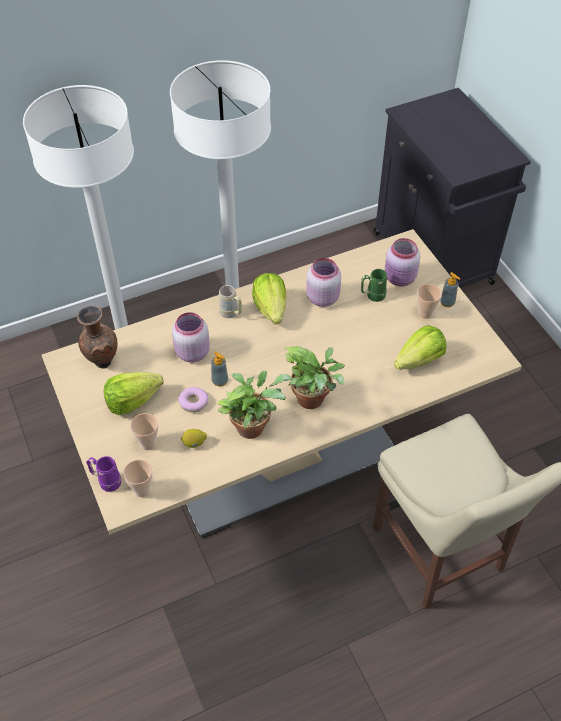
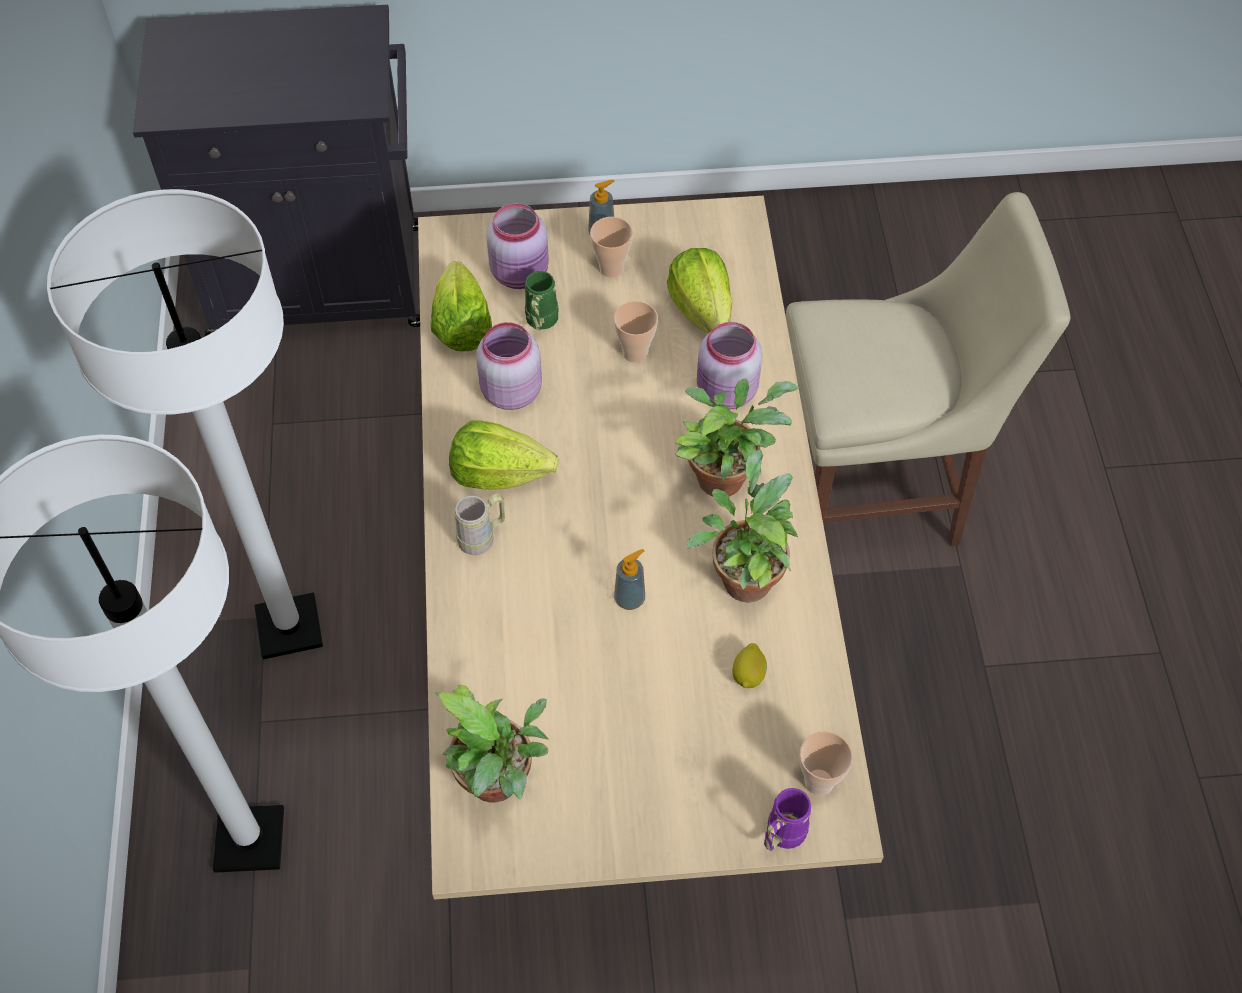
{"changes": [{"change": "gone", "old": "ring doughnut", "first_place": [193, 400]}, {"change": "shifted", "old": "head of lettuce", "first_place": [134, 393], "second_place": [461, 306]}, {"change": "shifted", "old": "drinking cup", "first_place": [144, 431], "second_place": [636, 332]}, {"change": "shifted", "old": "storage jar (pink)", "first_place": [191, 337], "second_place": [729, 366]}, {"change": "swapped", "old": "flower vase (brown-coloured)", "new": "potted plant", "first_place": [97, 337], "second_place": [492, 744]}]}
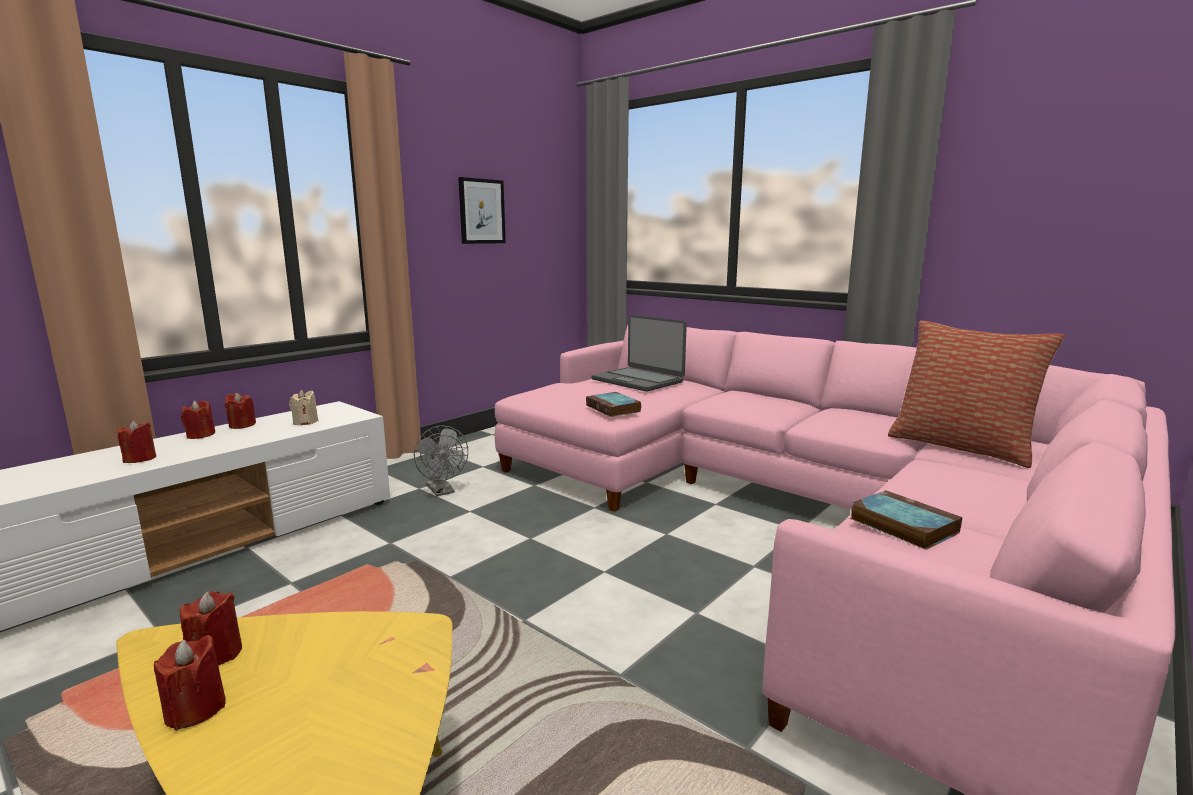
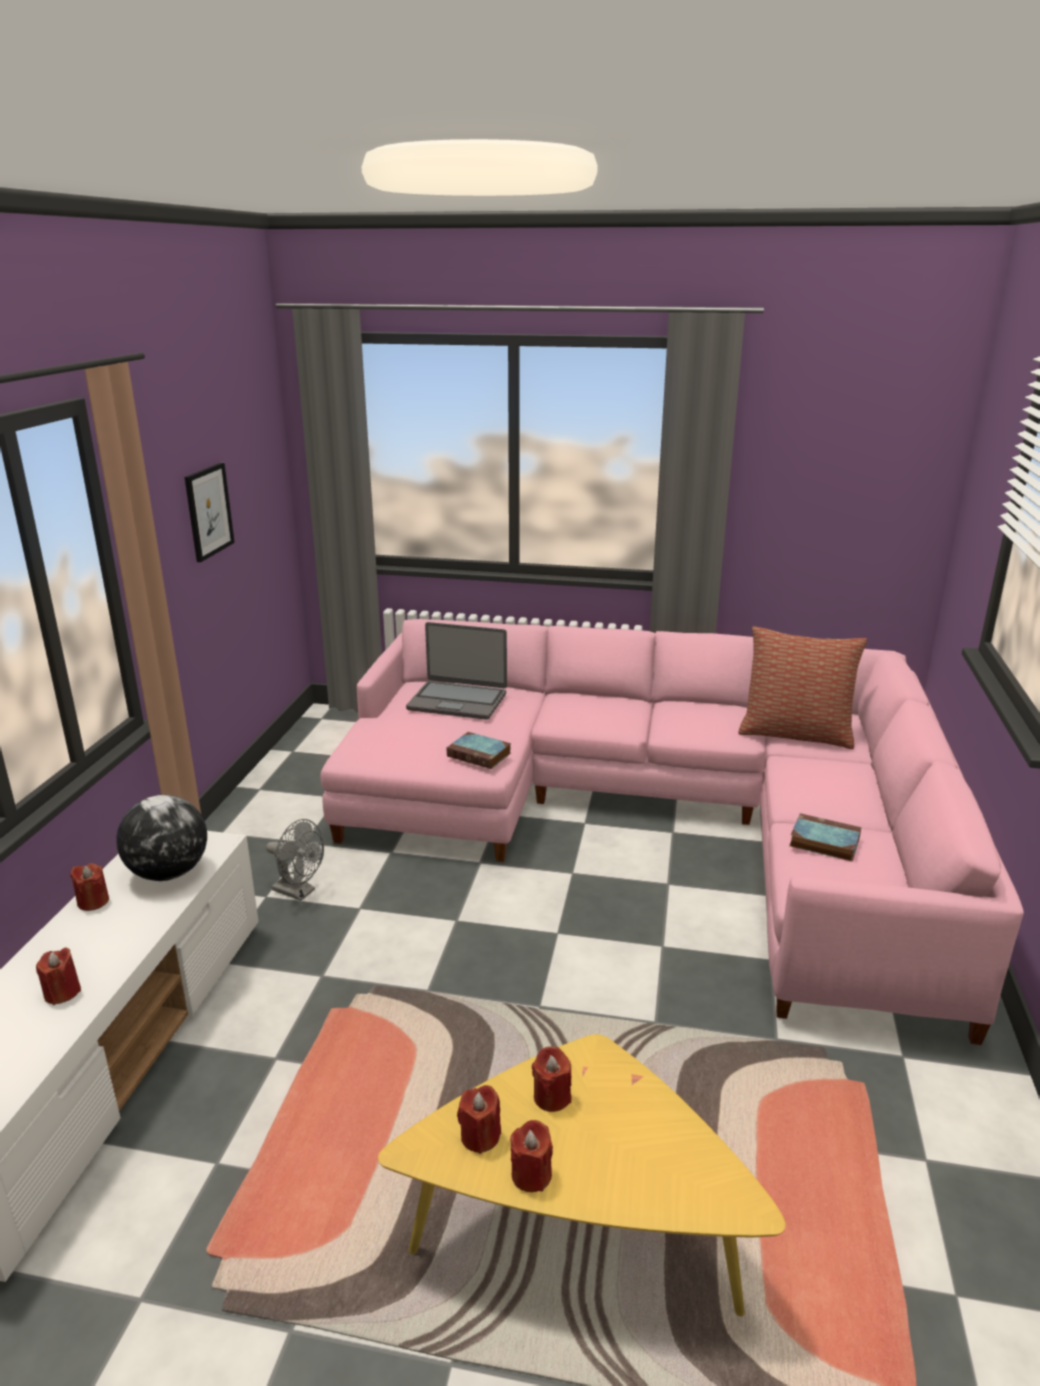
{"changes": [{"change": "shifted", "old": "wax light (red-coloured)", "first_place": [198, 420], "second_place": [552, 1079]}, {"change": "swapped", "old": "wax light (beige)", "new": "world globe", "first_place": [303, 408], "second_place": [161, 838]}]}
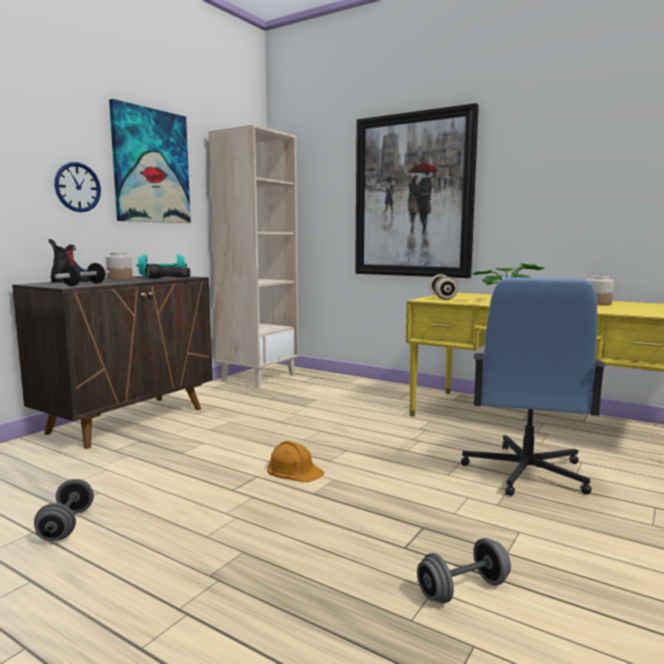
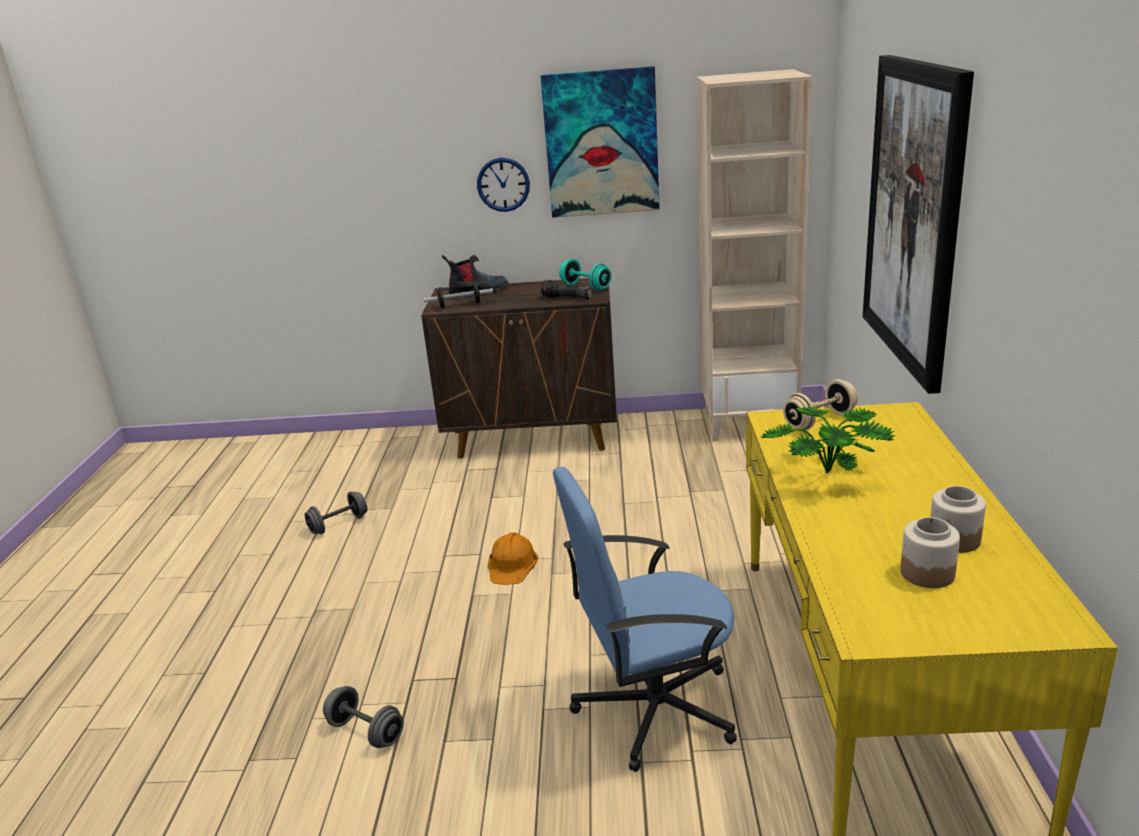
{"changes": [{"change": "shifted", "old": "storage jar", "first_place": [119, 266], "second_place": [930, 552]}]}
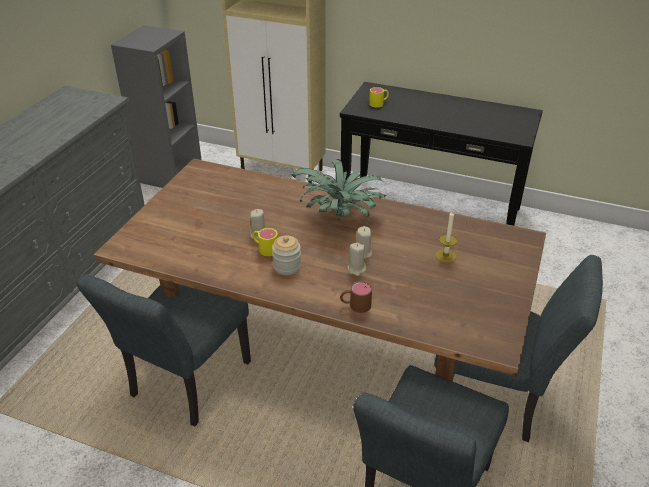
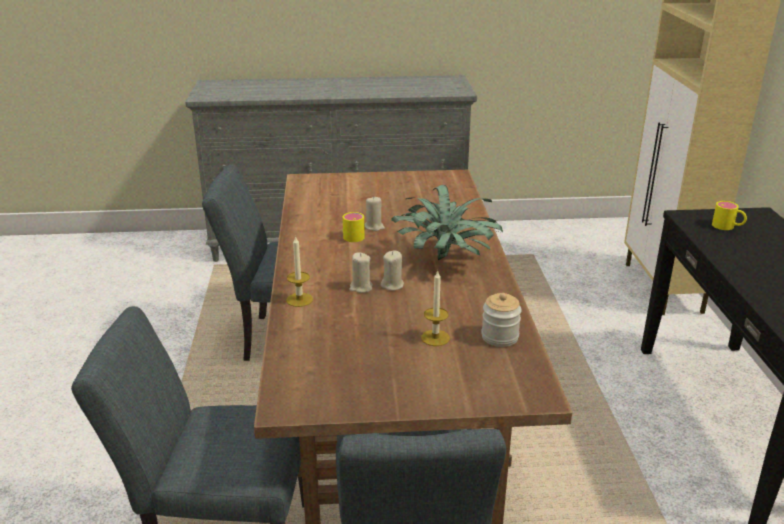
{"changes": [{"change": "gone", "old": "shelving unit (grey)", "first_place": [156, 106]}, {"change": "shifted", "old": "storage jar", "first_place": [286, 255], "second_place": [501, 320]}, {"change": "swapped", "old": "mug (brown-coloured)", "new": "wax light", "first_place": [356, 297], "second_place": [299, 271]}]}
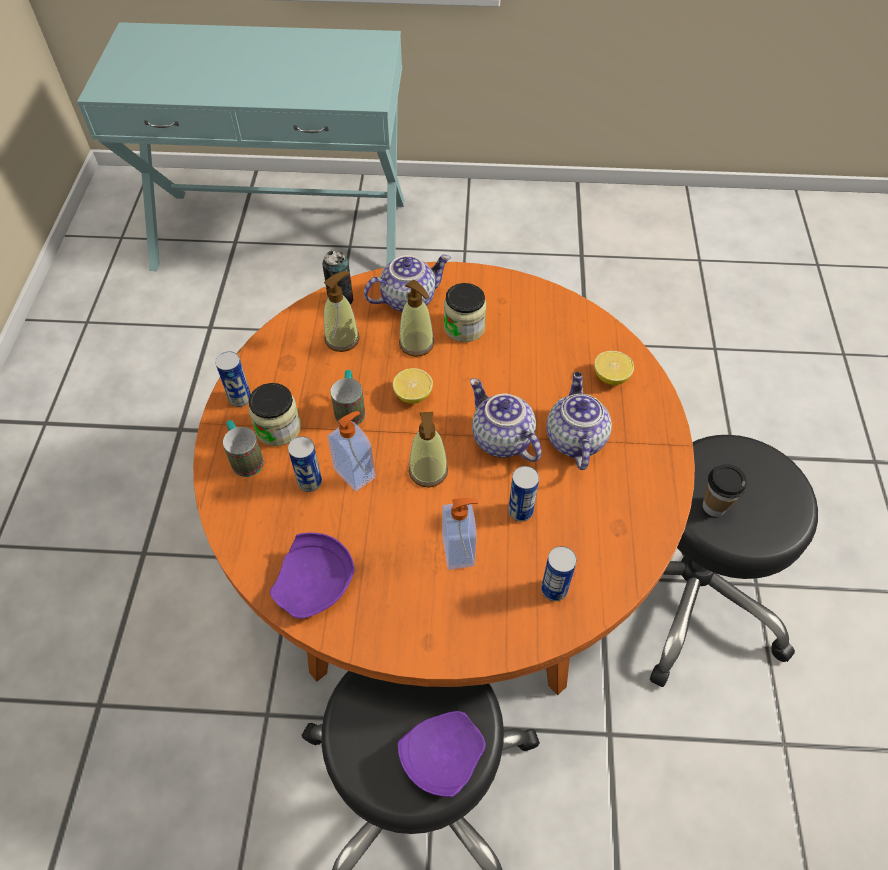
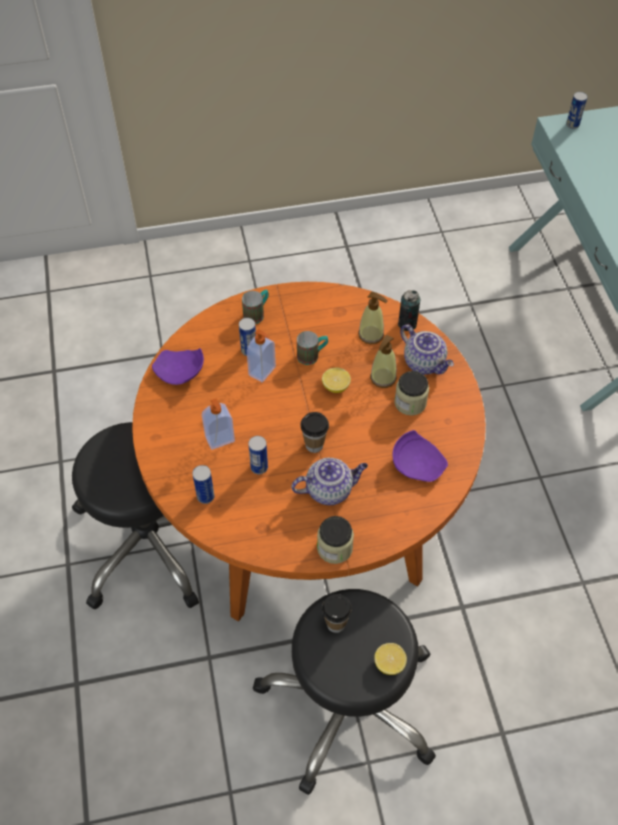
{"changes": [{"change": "gone", "old": "soap bottle", "first_place": [428, 450]}, {"change": "shifted", "old": "can", "first_place": [233, 379], "second_place": [577, 110]}, {"change": "shifted", "old": "storage jar", "first_place": [274, 414], "second_place": [335, 540]}, {"change": "shifted", "old": "flat dish (purplish)", "first_place": [441, 754], "second_place": [420, 456]}, {"change": "shifted", "old": "lemon", "first_place": [614, 368], "second_place": [390, 659]}, {"change": "swapped", "old": "teapot", "new": "drinking cup", "first_place": [506, 420], "second_place": [314, 432]}]}
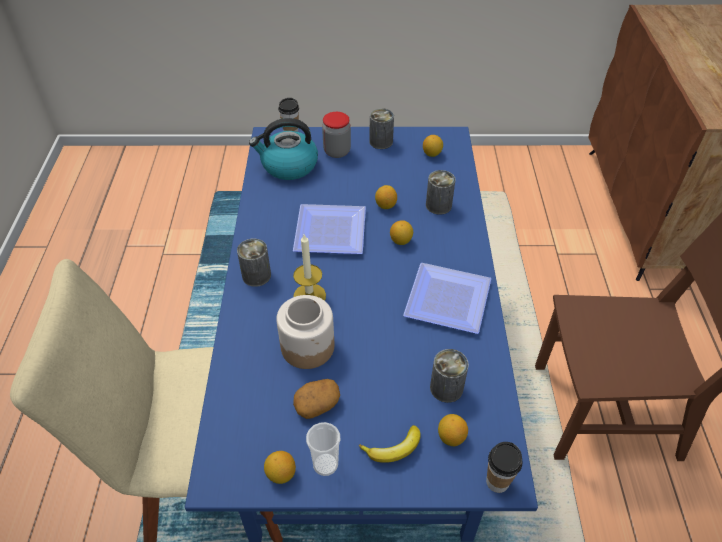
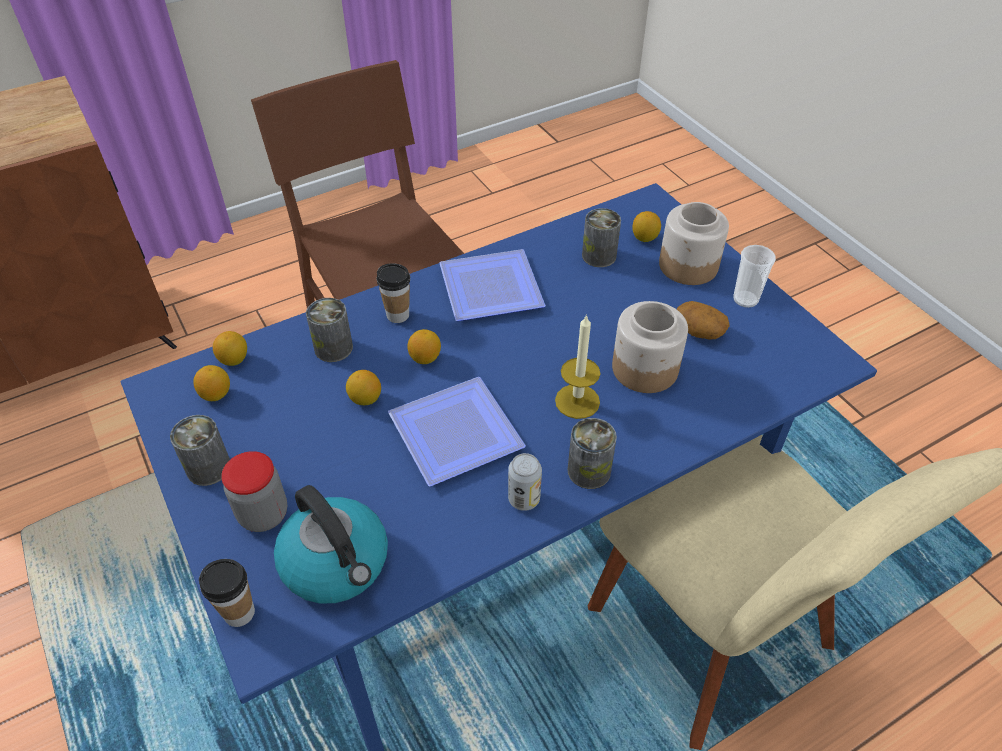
{"changes": [{"change": "new", "new": "can", "second_place": [525, 482]}, {"change": "shifted", "old": "lemon", "first_place": [280, 467], "second_place": [230, 348]}, {"change": "shifted", "old": "drinking cup", "first_place": [504, 467], "second_place": [393, 293]}, {"change": "swapped", "old": "banana", "new": "storage jar", "first_place": [390, 444], "second_place": [694, 243]}]}
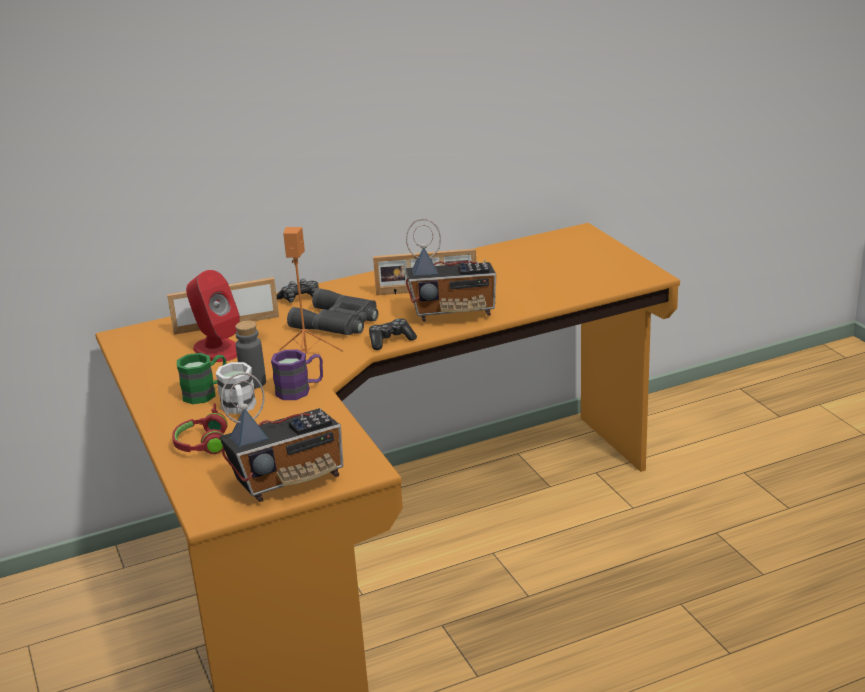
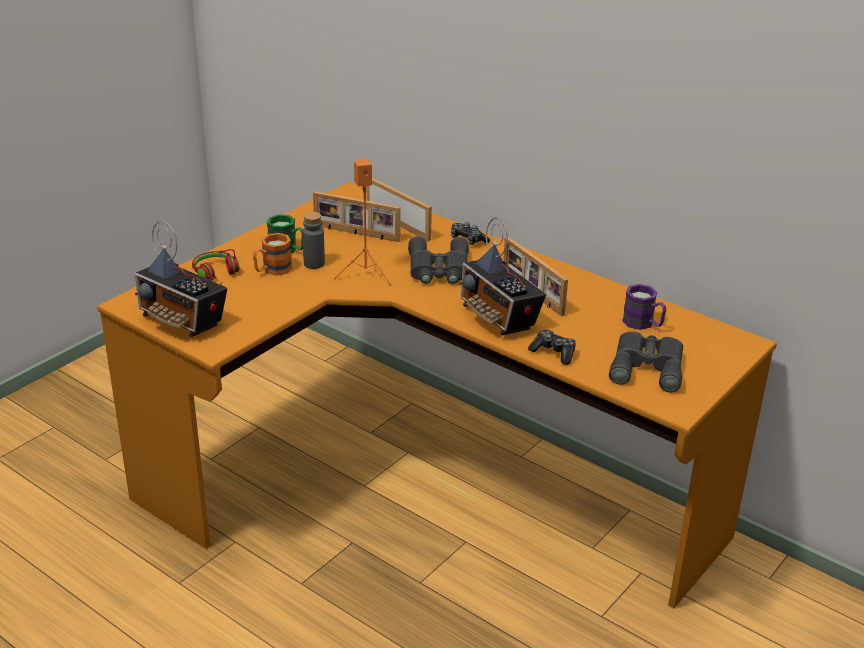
{"changes": [{"change": "new", "new": "field glasses (grey)", "second_place": [646, 362]}, {"change": "shifted", "old": "mug (purplish)", "first_place": [297, 375], "second_place": [644, 307]}, {"change": "shifted", "old": "joypad", "first_place": [393, 334], "second_place": [552, 347]}, {"change": "swapped", "old": "loudspeaker (red-coloured)", "new": "picture frame", "first_place": [213, 316], "second_place": [357, 216]}, {"change": "repainted", "old": "mug (white)", "new": "mug (orange)", "first_place": [235, 388], "second_place": [272, 254]}]}
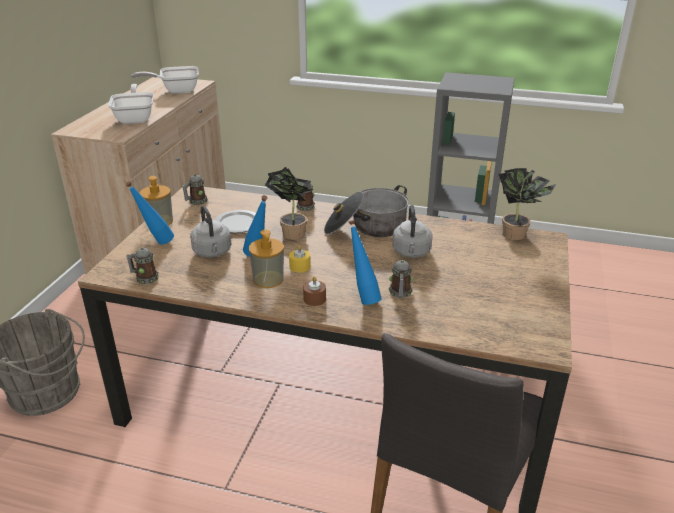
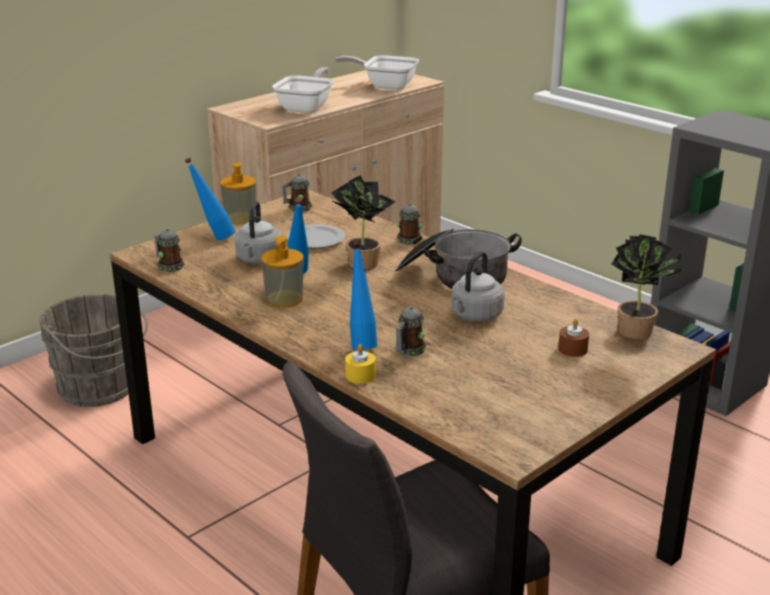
{"changes": [{"change": "shifted", "old": "wax light (yellow-coloured)", "first_place": [300, 259], "second_place": [360, 364]}, {"change": "shifted", "old": "wax light (brown-coloured)", "first_place": [314, 291], "second_place": [573, 338]}]}
